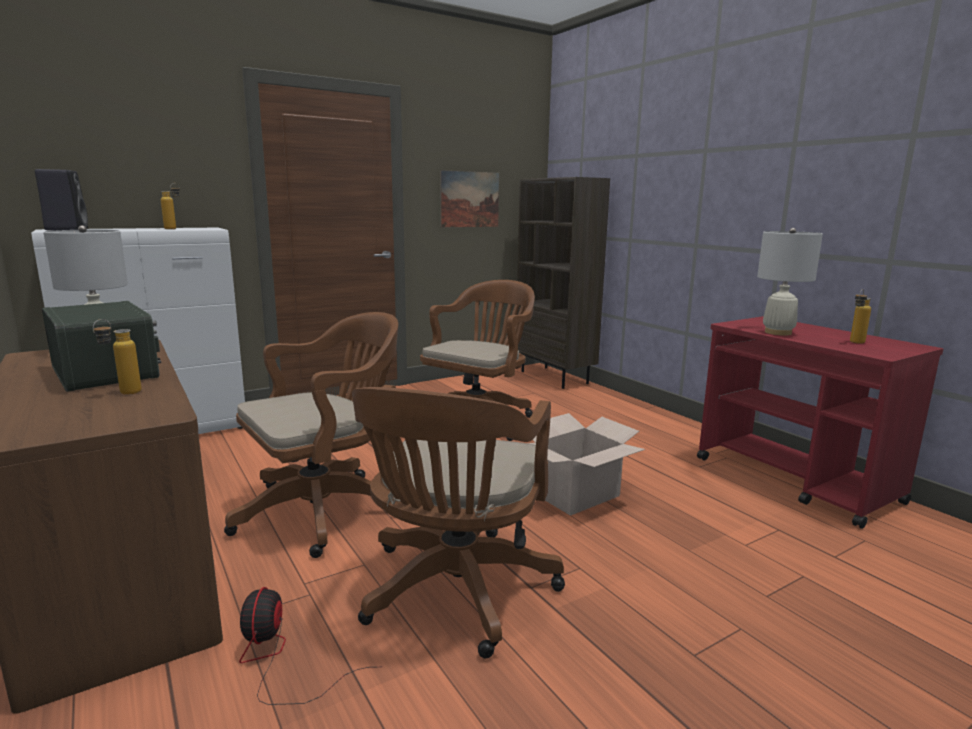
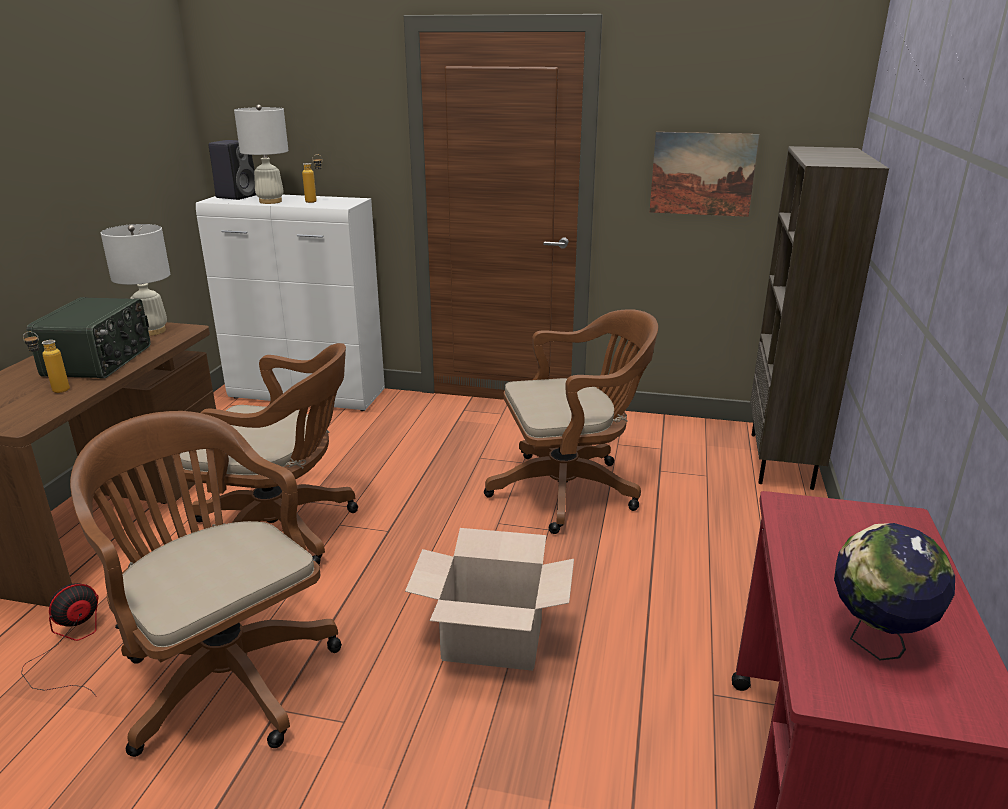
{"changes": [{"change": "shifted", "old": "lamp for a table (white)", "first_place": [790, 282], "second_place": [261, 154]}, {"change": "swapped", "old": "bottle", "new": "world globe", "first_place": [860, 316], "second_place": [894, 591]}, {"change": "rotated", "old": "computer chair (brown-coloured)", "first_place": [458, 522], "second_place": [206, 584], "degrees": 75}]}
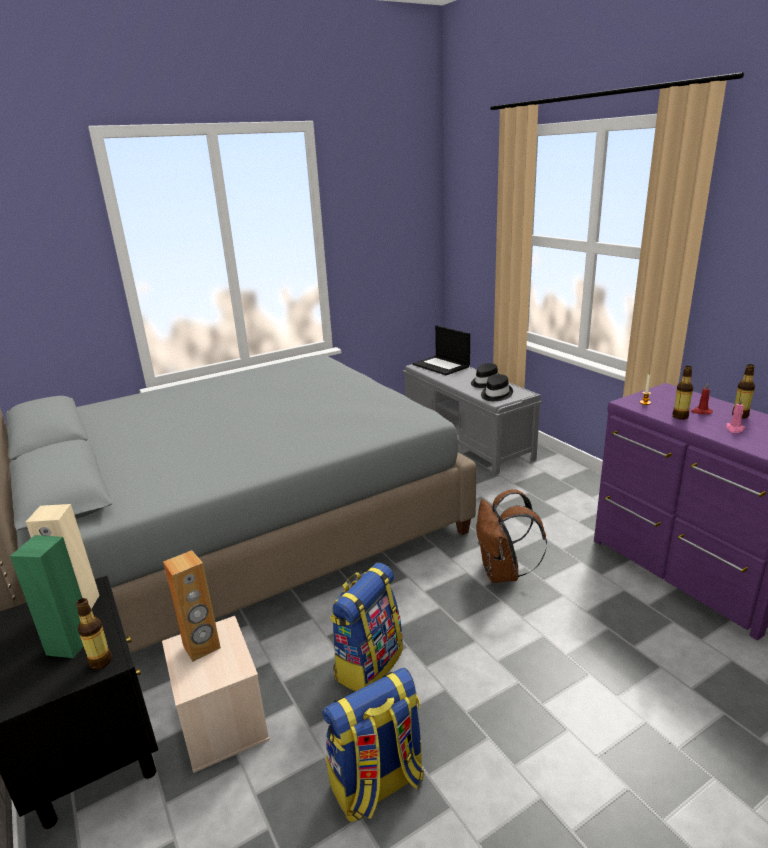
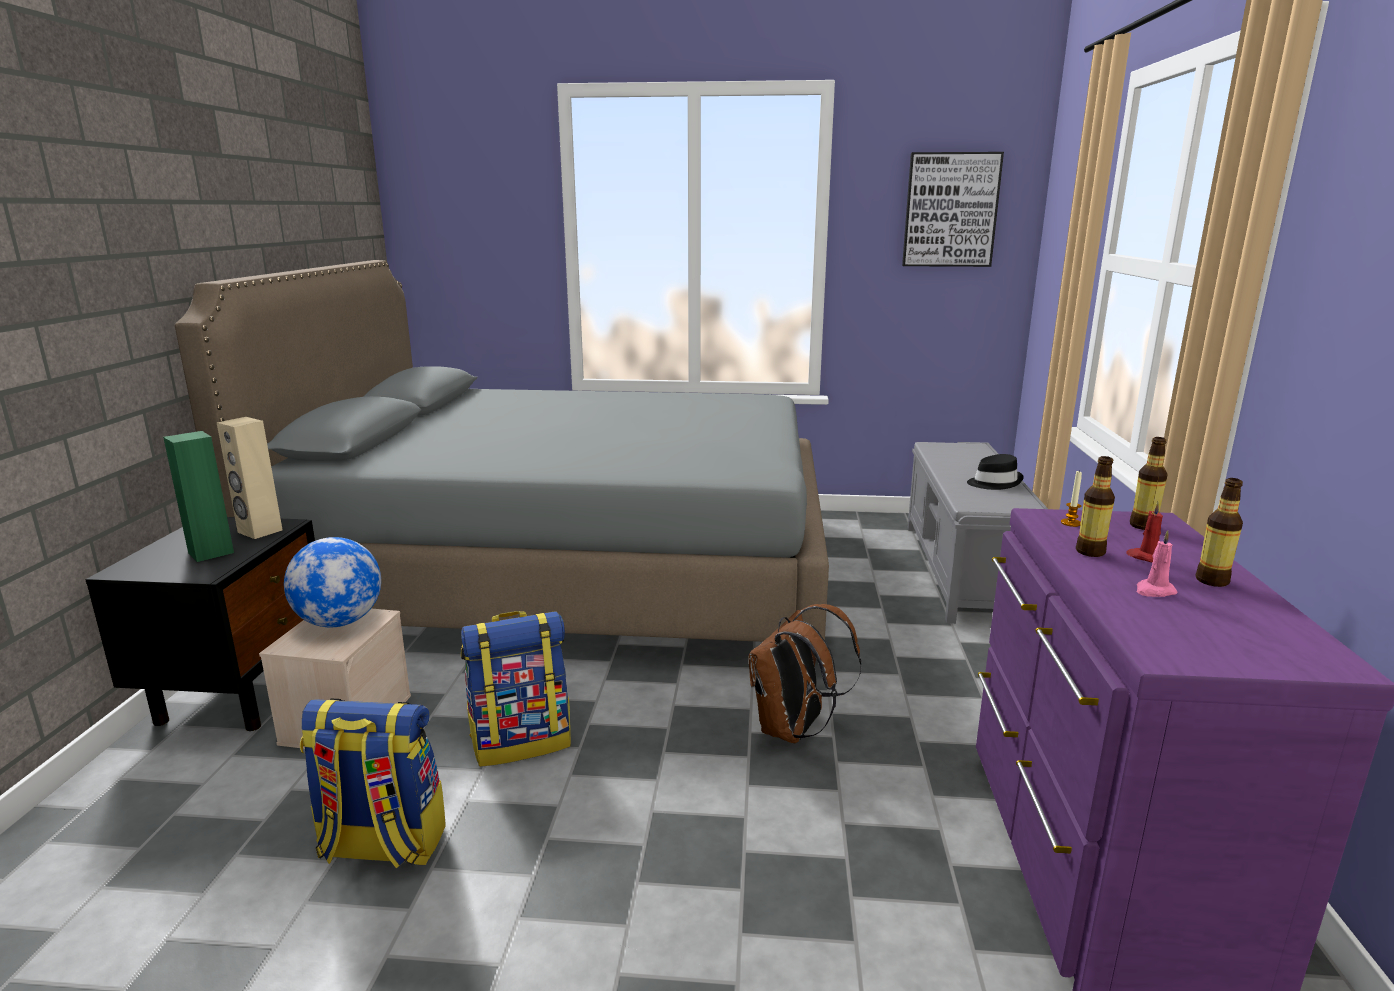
{"changes": [{"change": "gone", "old": "portable computer", "first_place": [441, 350]}, {"change": "gone", "old": "wearable hat (black-coloured)", "first_place": [497, 387]}, {"change": "new", "new": "wall art", "second_place": [953, 209]}, {"change": "shifted", "old": "bottle", "first_place": [94, 633], "second_place": [1149, 483]}, {"change": "swapped", "old": "loudspeaker (brown-coloured)", "new": "world globe", "first_place": [192, 606], "second_place": [332, 582]}]}
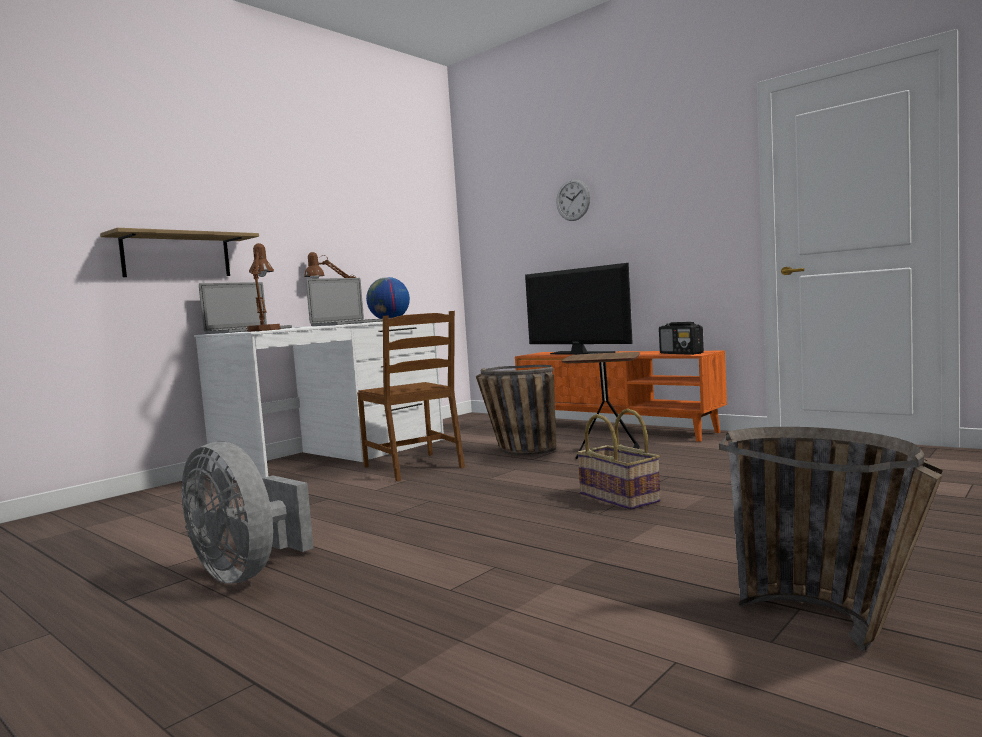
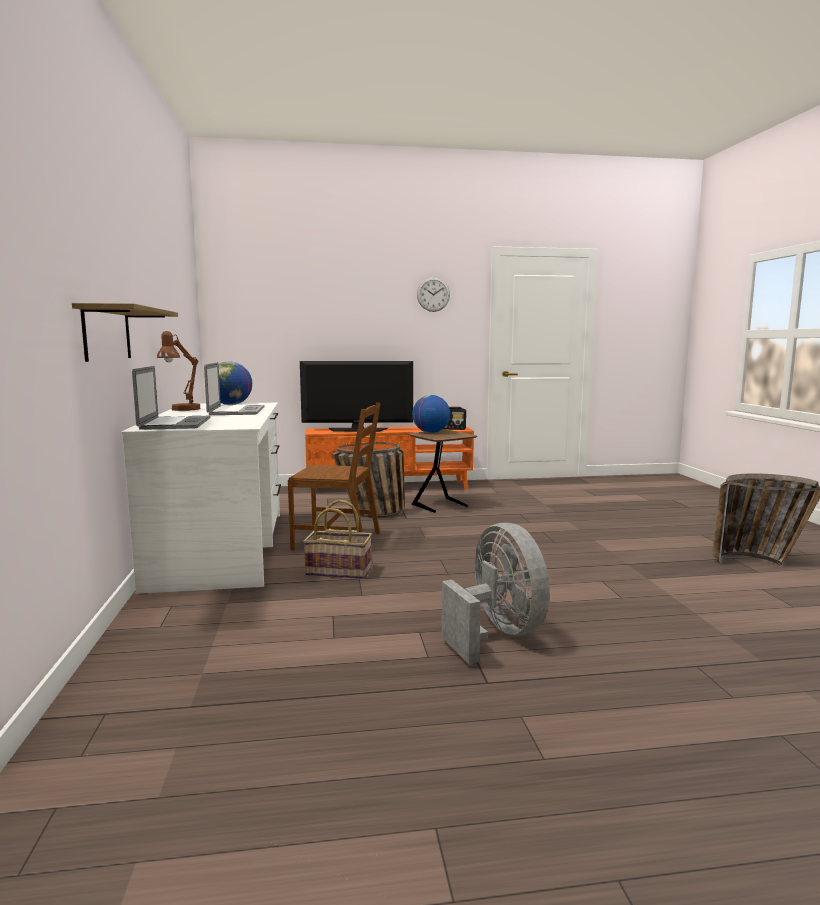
{"changes": [{"change": "gone", "old": "lamp for a table (brown-coloured)", "first_place": [264, 287]}, {"change": "new", "new": "world globe", "second_place": [431, 414]}, {"change": "shifted", "old": "wall clock", "first_place": [573, 200], "second_place": [433, 294]}, {"change": "shifted", "old": "household basket", "first_place": [619, 459], "second_place": [337, 539]}, {"change": "rotated", "old": "fan (grey)", "first_place": [248, 513], "second_place": [495, 593], "degrees": -105}]}
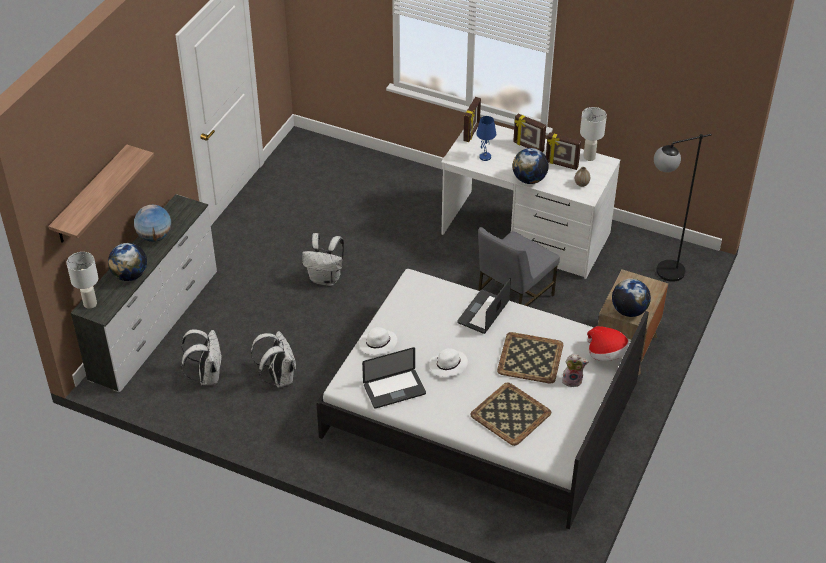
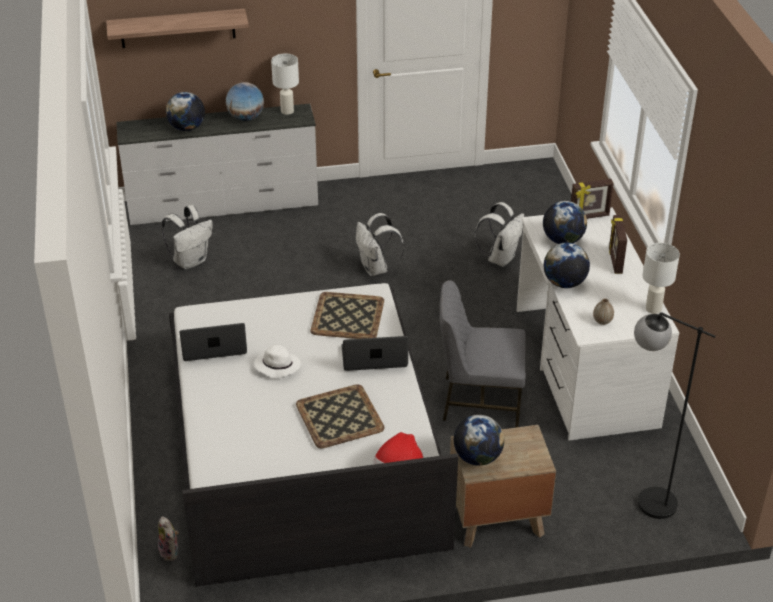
{"changes": [{"change": "gone", "old": "wearable hat (white)", "first_place": [378, 341]}, {"change": "gone", "old": "picture frame", "first_place": [563, 151]}, {"change": "shifted", "old": "lamp for a table (white)", "first_place": [82, 280], "second_place": [285, 84]}, {"change": "shifted", "old": "knapsack (white)", "first_place": [273, 359], "second_place": [499, 234]}, {"change": "shifted", "old": "serving tray", "first_place": [510, 414], "second_place": [347, 315]}, {"change": "shifted", "old": "cuddly toy", "first_place": [575, 370], "second_place": [168, 538]}, {"change": "swapped", "old": "lamp for a table (blue)", "new": "world globe", "first_place": [486, 138], "second_place": [565, 222]}, {"change": "rotated", "old": "portable computer", "first_place": [394, 378], "second_place": [213, 342], "degrees": 135}]}
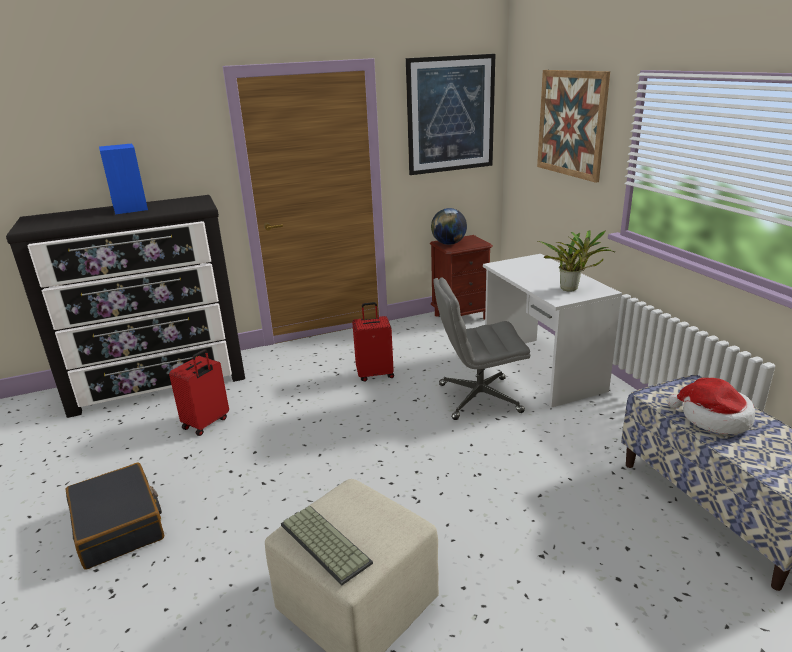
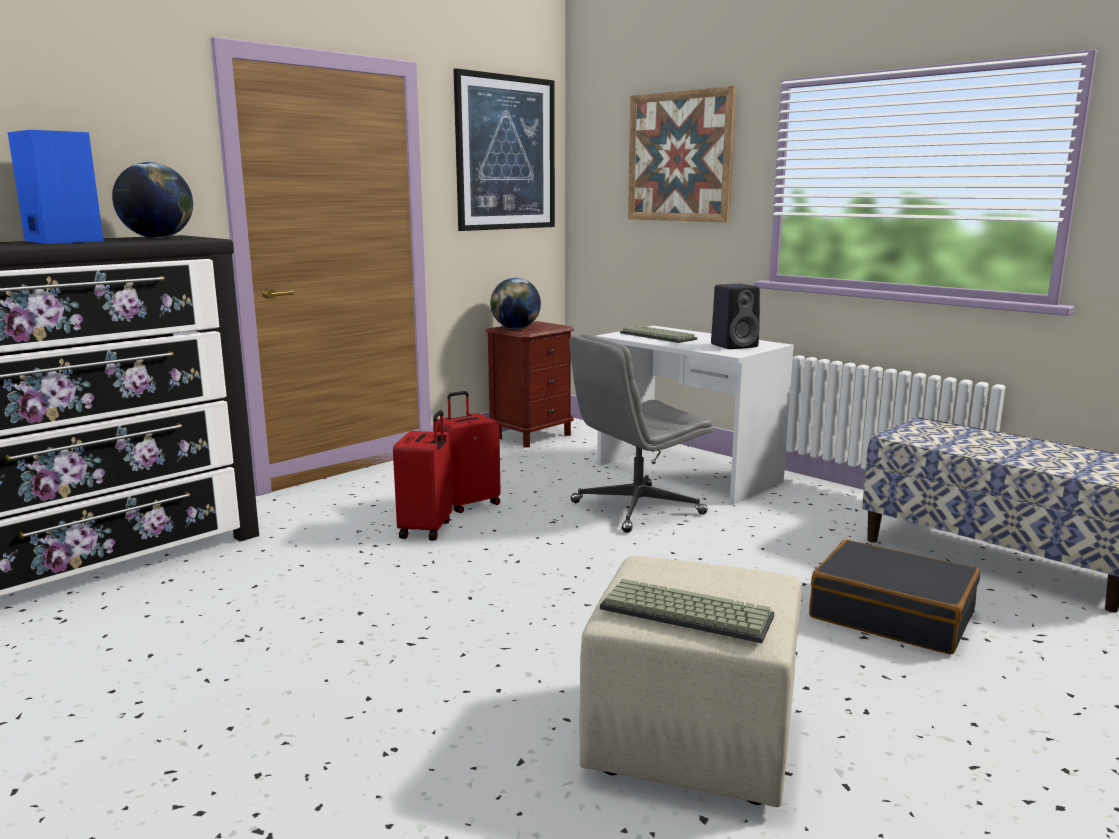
{"changes": [{"change": "gone", "old": "wearable hat", "first_place": [711, 406]}, {"change": "new", "new": "world globe", "second_place": [152, 200]}, {"change": "new", "new": "keyboard", "second_place": [658, 334]}, {"change": "shifted", "old": "travel case (black-coloured)", "first_place": [115, 516], "second_place": [894, 597]}, {"change": "shifted", "old": "travel case (red-coloured)", "first_place": [199, 392], "second_place": [423, 475]}, {"change": "swapped", "old": "potted plant", "new": "loudspeaker (black-coloured)", "first_place": [577, 261], "second_place": [735, 316]}]}
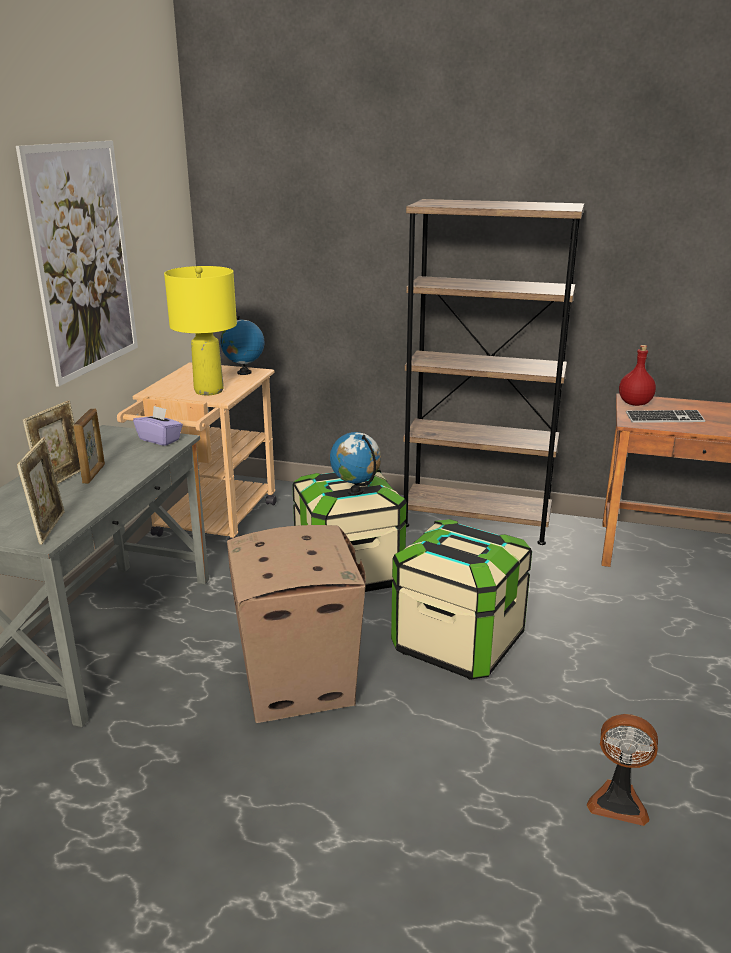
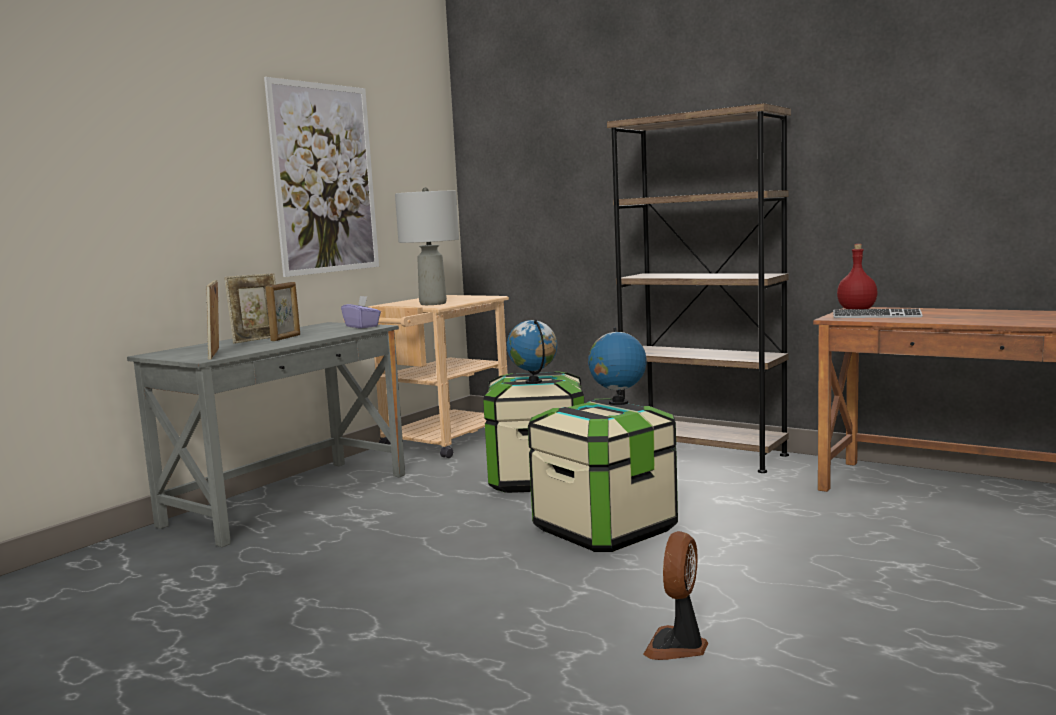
{"changes": [{"change": "gone", "old": "cardboard box", "first_place": [296, 624]}, {"change": "shifted", "old": "world globe", "first_place": [242, 345], "second_place": [617, 366]}, {"change": "repainted", "old": "lamp for a table (yellow-coloured)", "new": "lamp for a table (grey)", "first_place": [200, 330], "second_place": [427, 246]}, {"change": "rotated", "old": "picture frame", "first_place": [41, 491], "second_place": [212, 320], "degrees": 150}, {"change": "rotated", "old": "fan", "first_place": [622, 770], "second_place": [675, 595], "degrees": 75}]}
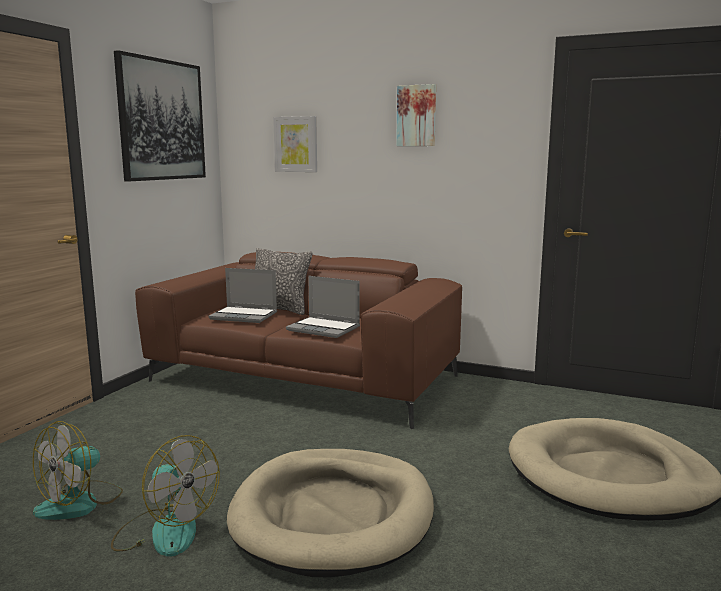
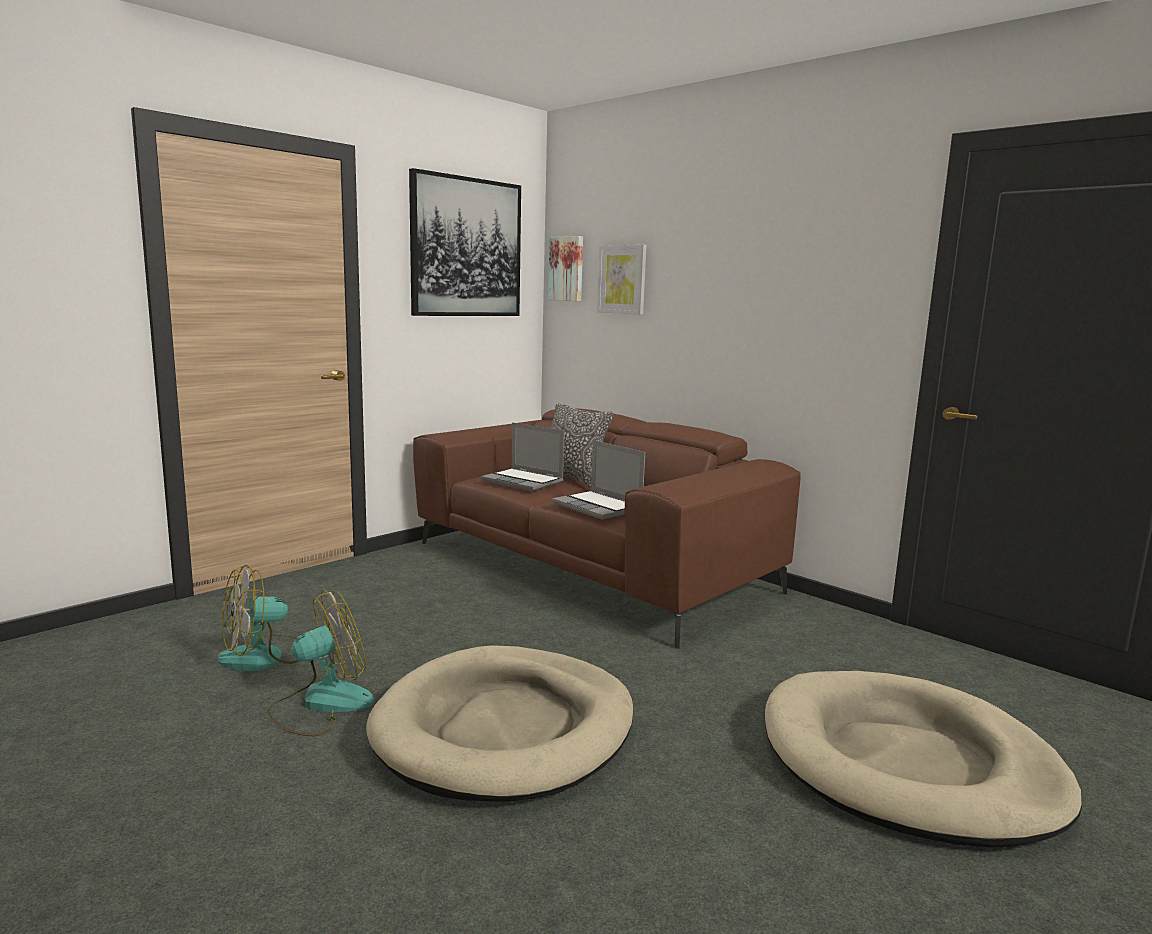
{"changes": [{"change": "shifted", "old": "wall art", "first_place": [416, 115], "second_place": [565, 268]}, {"change": "rotated", "old": "fan", "first_place": [165, 496], "second_place": [320, 662], "degrees": -90}]}
